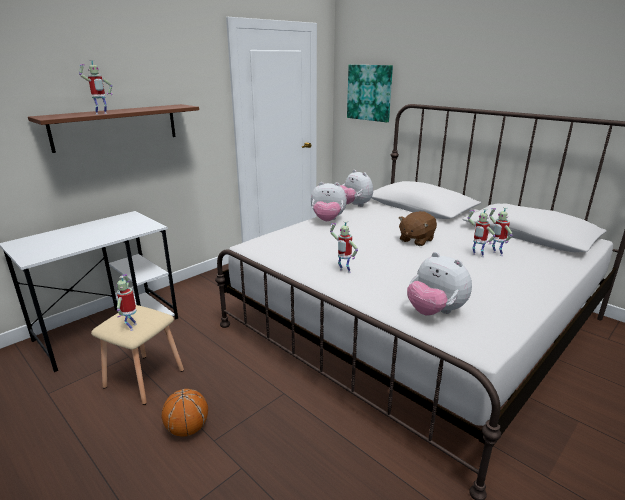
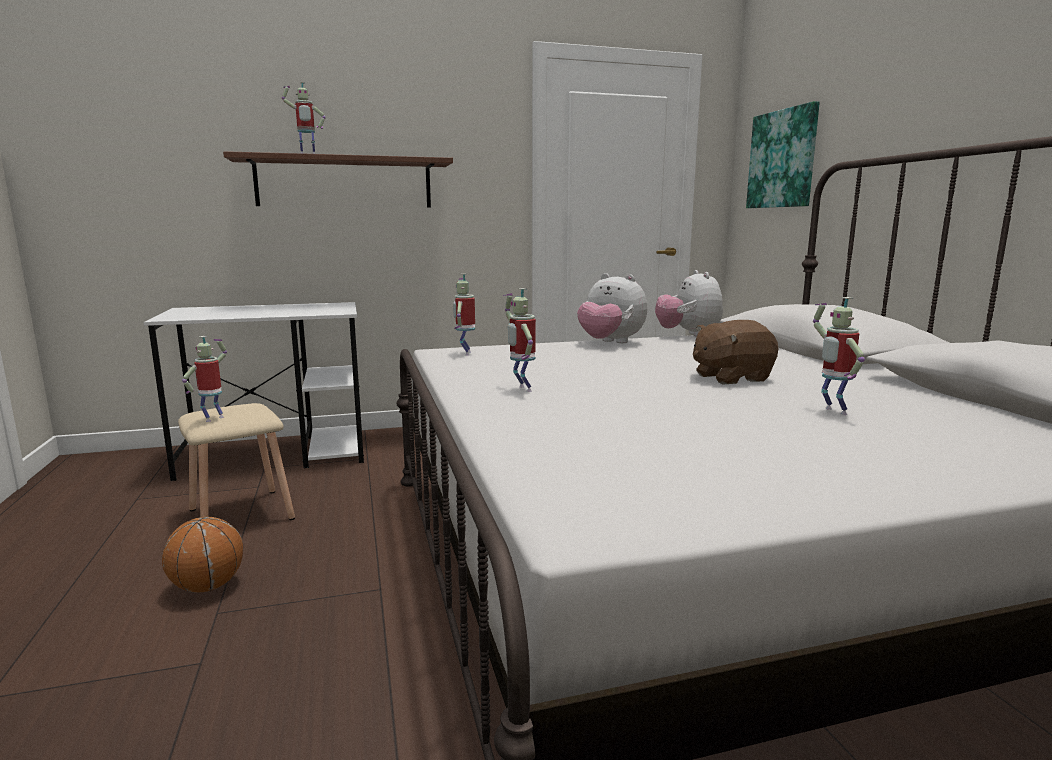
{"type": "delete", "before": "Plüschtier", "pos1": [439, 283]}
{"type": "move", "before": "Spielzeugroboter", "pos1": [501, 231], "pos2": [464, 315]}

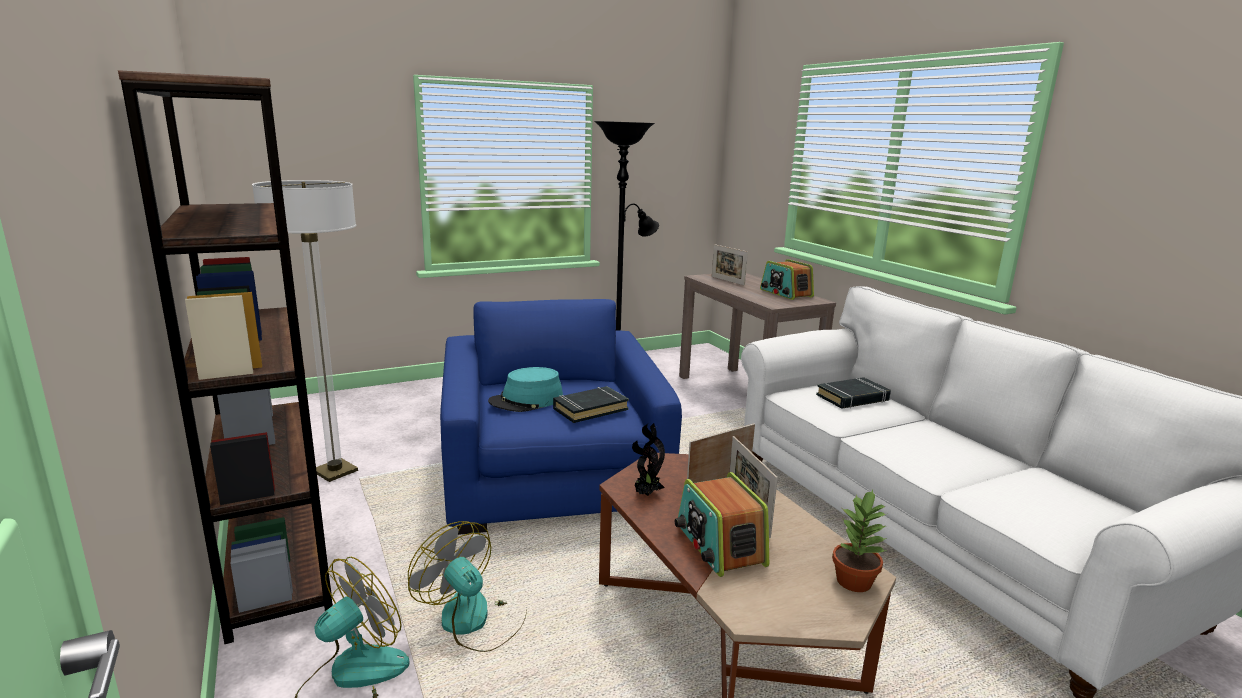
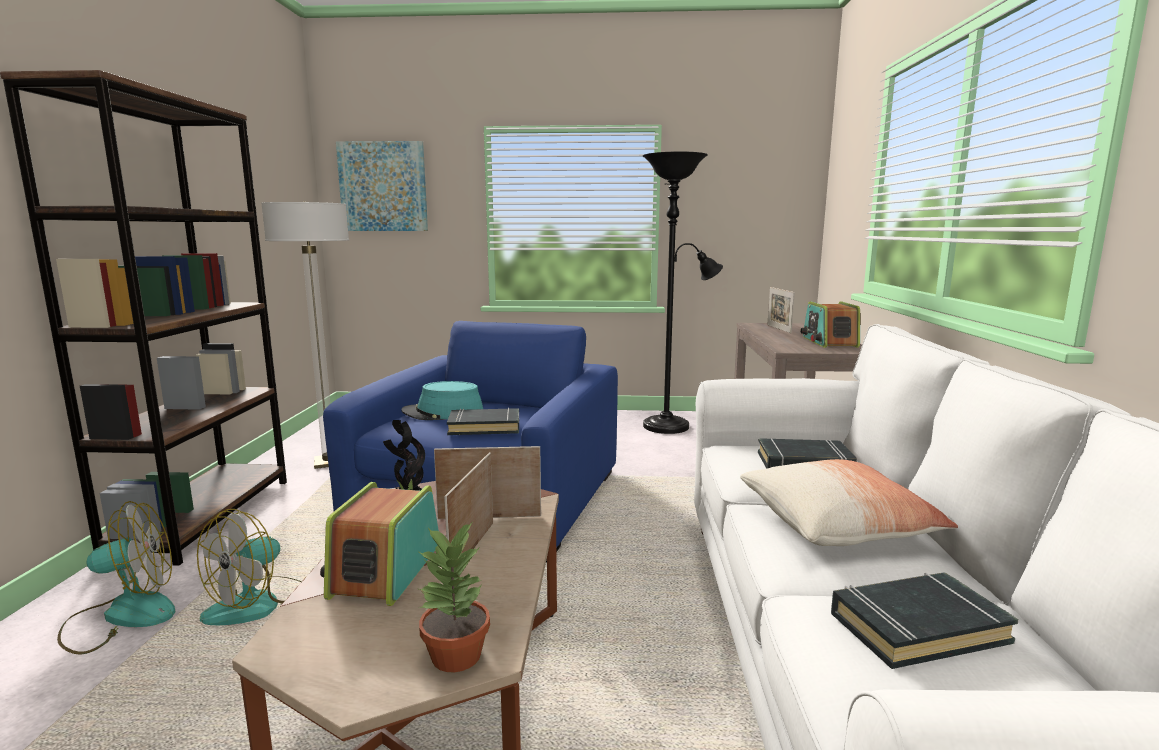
{"type": "rotate", "before": "Ventilator", "pos1": [467, 586], "pos2": [249, 567], "turn": -135}
{"type": "insert", "after": "Bild", "pos2": [382, 186]}
{"type": "insert", "after": "Kissen", "pos2": [849, 502]}
{"type": "insert", "after": "Buch (schwarz)", "pos2": [925, 620]}

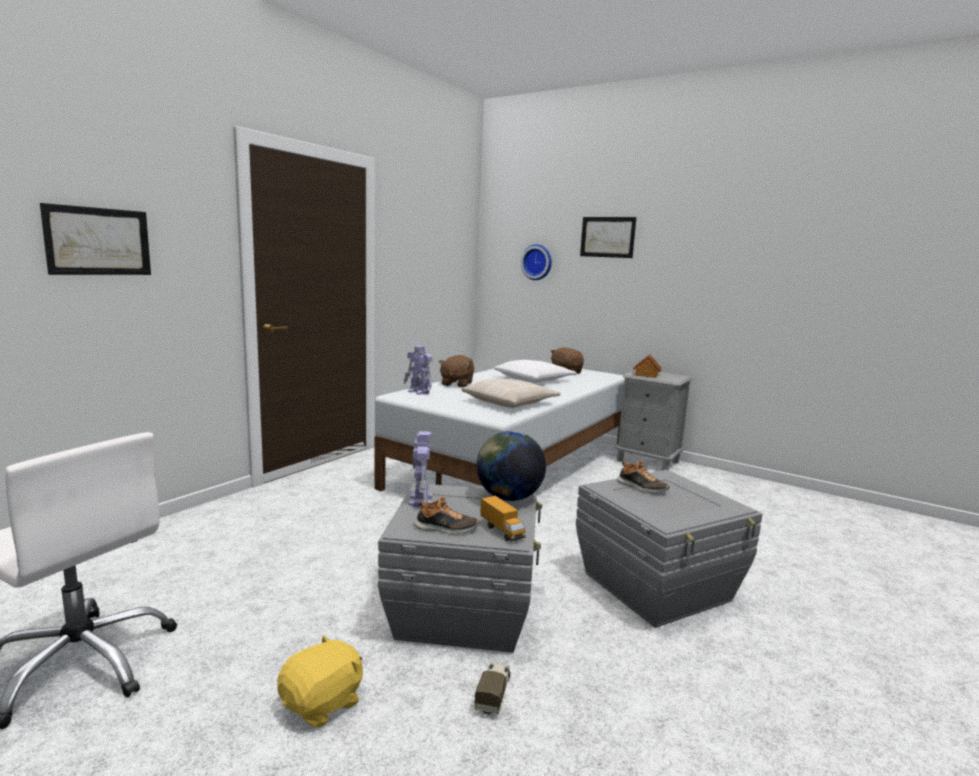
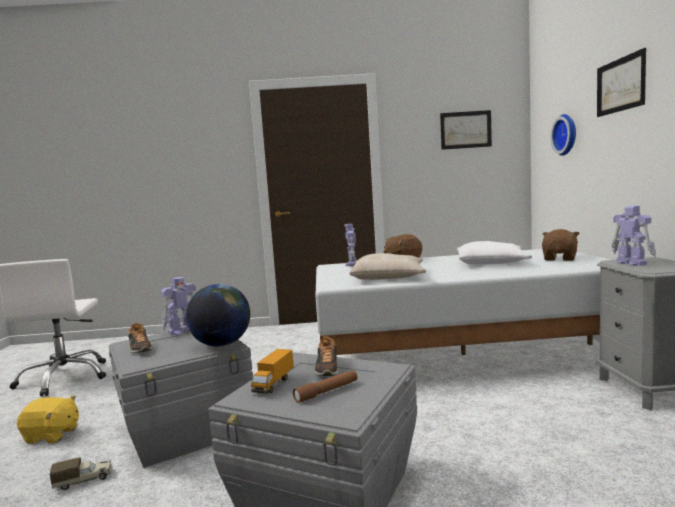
{"type": "move", "before": "Bild", "pos1": [95, 239], "pos2": [466, 130]}
{"type": "move", "before": "Spielzeuglaster", "pos1": [503, 518], "pos2": [272, 371]}
{"type": "replace", "before": "Spielzeughaus", "after": "Spielzeugroboter", "pos1": [647, 366], "pos2": [633, 236]}
{"type": "insert", "after": "Taschenlampe (braun)", "pos2": [325, 386]}

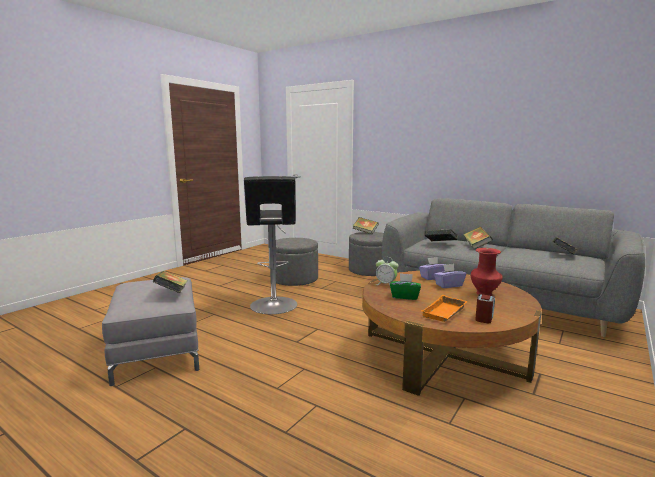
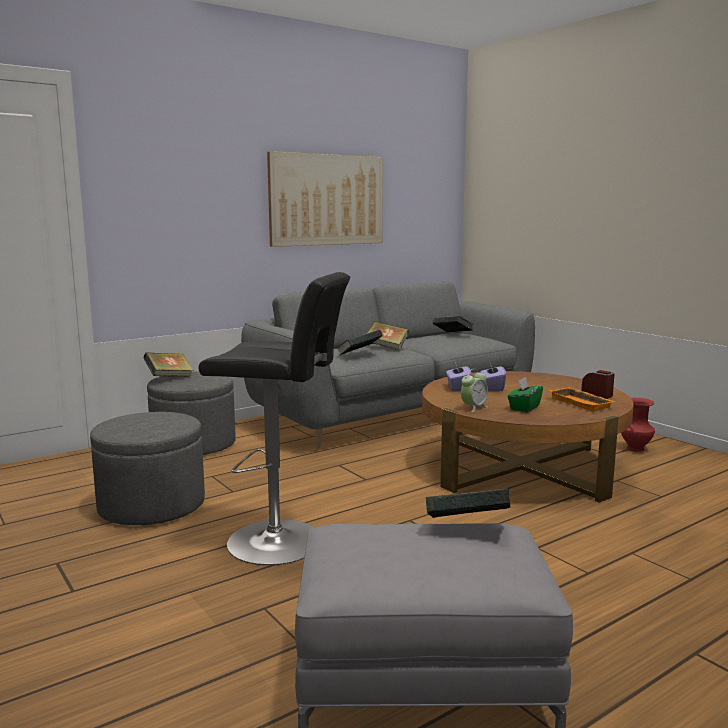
{"type": "move", "before": "Vase (rot)", "pos1": [487, 272], "pos2": [638, 425]}
{"type": "insert", "after": "Bild", "pos2": [325, 199]}

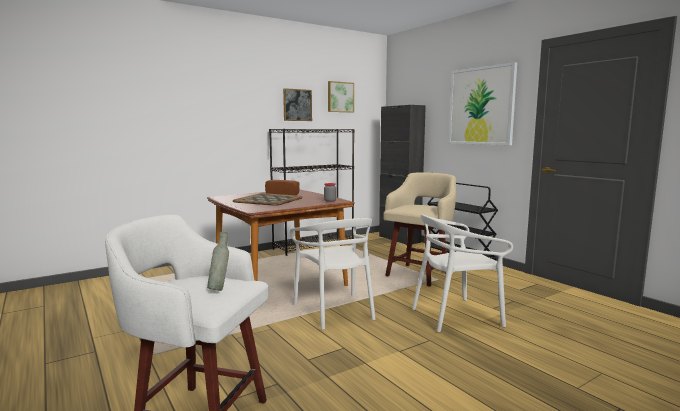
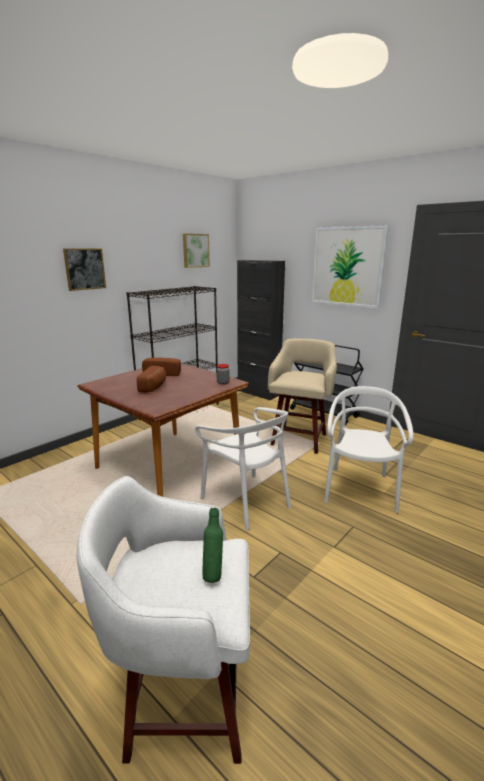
{"type": "recolor", "before": "Flasche (grau)", "after": "Flasche (grün)", "pos1": [218, 261], "pos2": [213, 545]}
{"type": "replace", "before": "Tablett", "after": "Brot", "pos1": [268, 199], "pos2": [151, 379]}
{"type": "move", "before": "Bild", "pos1": [297, 104], "pos2": [84, 269]}
{"type": "rotate", "before": "Stuhl (weiß)", "pos1": [462, 273], "pos2": [368, 449], "turn": 135}

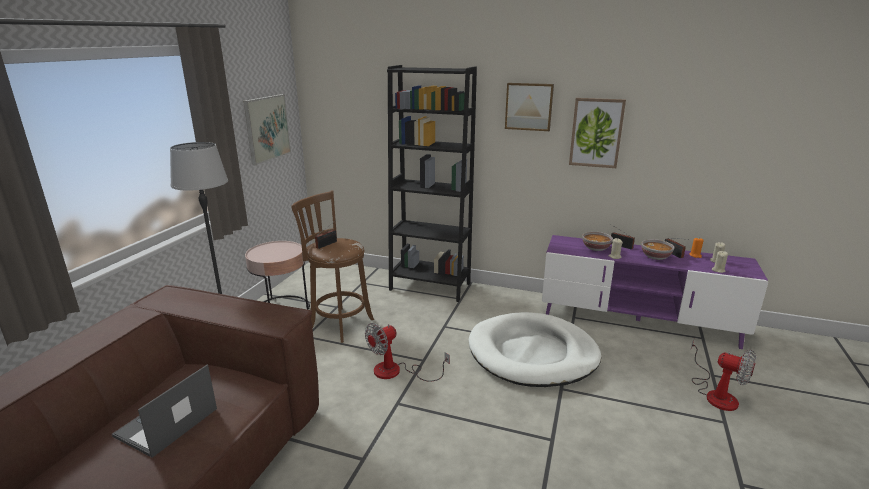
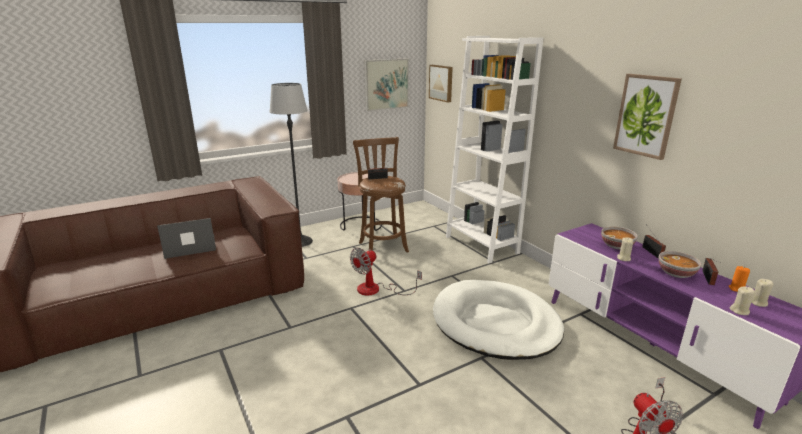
{"type": "rotate", "before": "Ventilator", "pos1": [407, 352], "pos2": [386, 272], "turn": -45}
{"type": "recolor", "before": "Bücherregal (schwarz)", "after": "Bücherregal (weiß)", "pos1": [432, 183], "pos2": [494, 149]}
{"type": "move", "before": "Bild", "pos1": [529, 107], "pos2": [441, 83]}

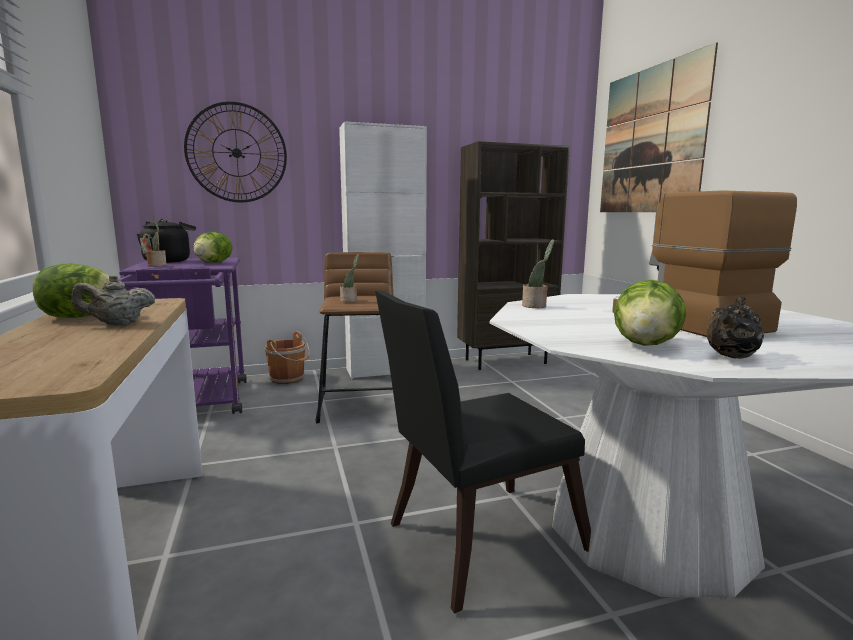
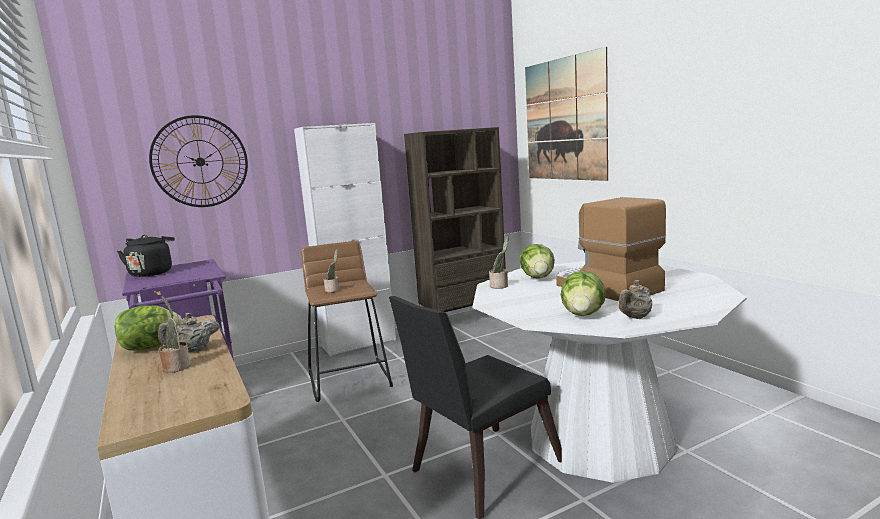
{"type": "move", "before": "Topfpflanze", "pos1": [156, 241], "pos2": [174, 334]}
{"type": "move", "before": "Salatkopf", "pos1": [212, 247], "pos2": [537, 261]}
{"type": "delete", "before": "Eimer (braun)", "pos1": [287, 357]}
{"type": "recolor", "before": "Teekanne (schwarz)", "after": "Teekanne (beige)", "pos1": [735, 328], "pos2": [635, 299]}

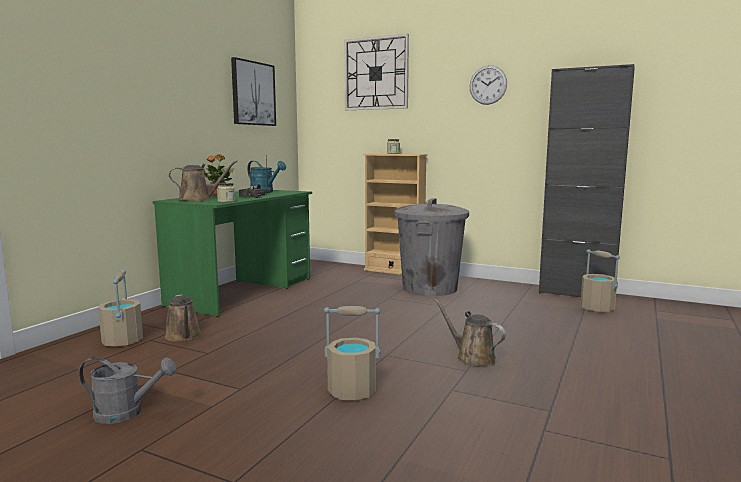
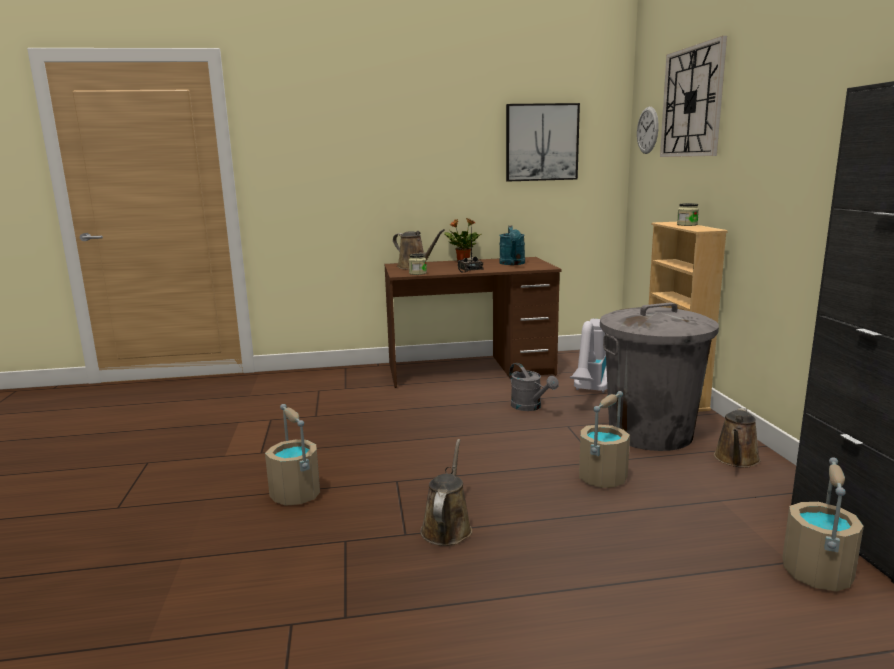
{"type": "move", "before": "Gießkanne (grau)", "pos1": [128, 390], "pos2": [534, 387]}
{"type": "move", "before": "Eimer (beige)", "pos1": [120, 308], "pos2": [604, 439]}
{"type": "recolor", "before": "Schreibtisch (grün)", "after": "Schreibtisch (braun)", "pos1": [232, 253], "pos2": [472, 322]}
{"type": "move", "before": "Gießkanne (braun)", "pos1": [183, 318], "pos2": [737, 438]}
{"type": "move", "before": "Wanduhr", "pos1": [488, 85], "pos2": [647, 130]}
{"type": "insert", "after": "Staubsauger", "pos2": [588, 356]}

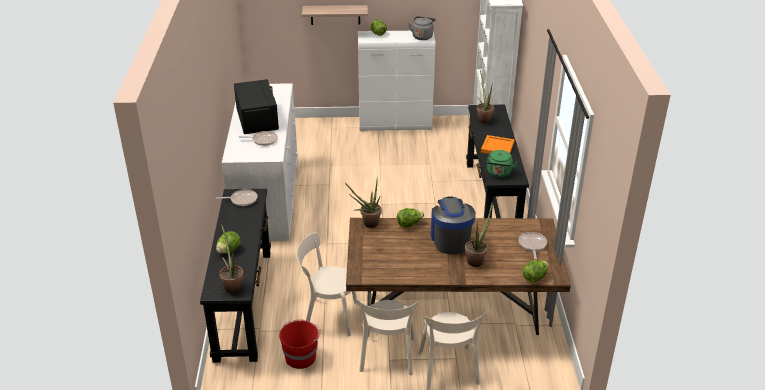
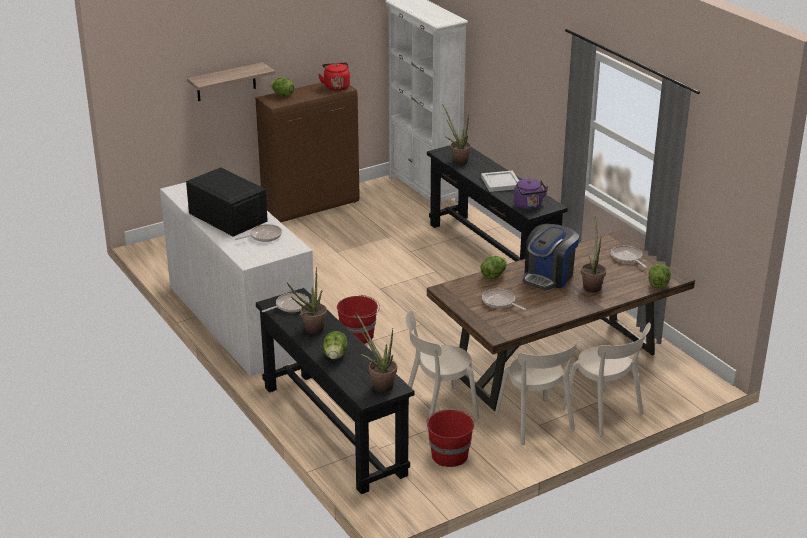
{"type": "move", "before": "Topfpflanze", "pos1": [363, 203], "pos2": [307, 300]}
{"type": "recolor", "before": "Schrank (weiß)", "after": "Schrank (braun)", "pos1": [396, 81], "pos2": [307, 152]}
{"type": "recolor", "before": "Wasserkessel (grau)", "after": "Wasserkessel (rot)", "pos1": [422, 28], "pos2": [334, 76]}
{"type": "rotate", "before": "Kaffeemaschine", "pos1": [453, 225], "pos2": [551, 257], "turn": -105}
{"type": "recolor", "before": "Tablett (orange)", "after": "Tablett (weiß)", "pos1": [498, 144], "pos2": [500, 181]}
{"type": "recolor", "before": "Wasserkessel (grün)", "after": "Wasserkessel (lila)", "pos1": [502, 163], "pos2": [531, 194]}
{"type": "insert", "after": "Eimer (rot)", "pos2": [358, 319]}
{"type": "insert", "after": "Pfanne", "pos2": [504, 299]}

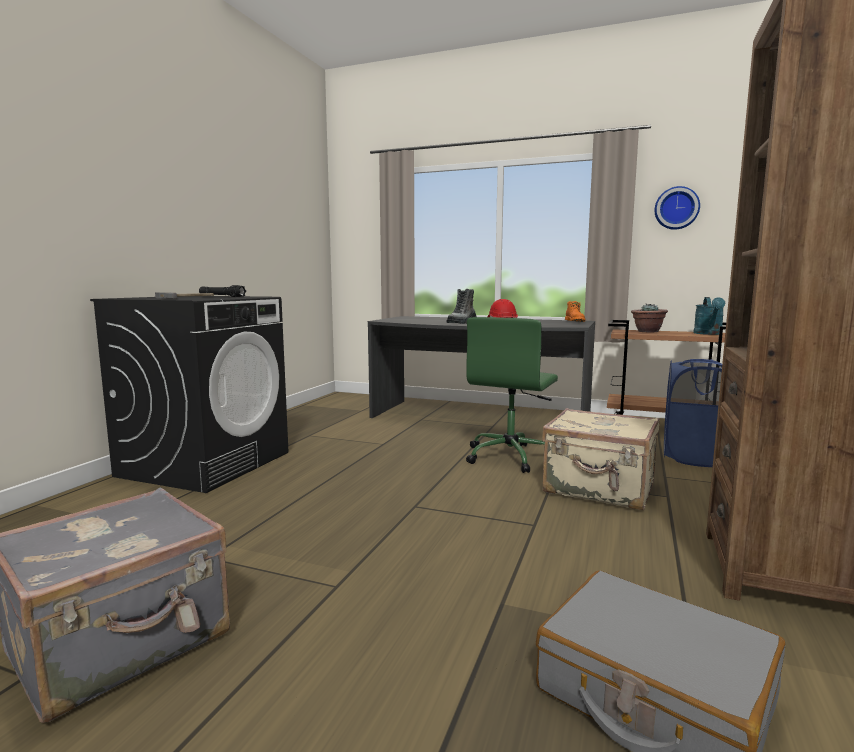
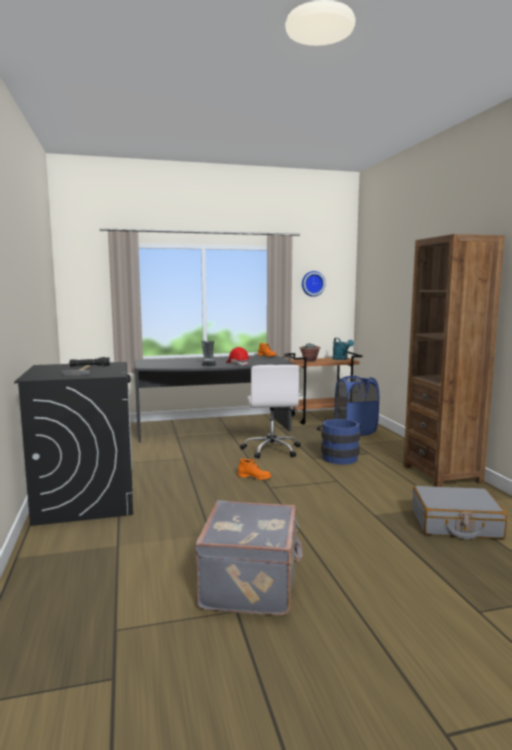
{"type": "recolor", "before": "Bürostuhl (grün)", "after": "Bürostuhl (weiß)", "pos1": [512, 395], "pos2": [270, 412]}
{"type": "replace", "before": "Koffer (beige)", "after": "Eimer (blau)", "pos1": [600, 459], "pos2": [339, 441]}
{"type": "insert", "after": "Stiefel (orange)", "pos2": [254, 469]}

